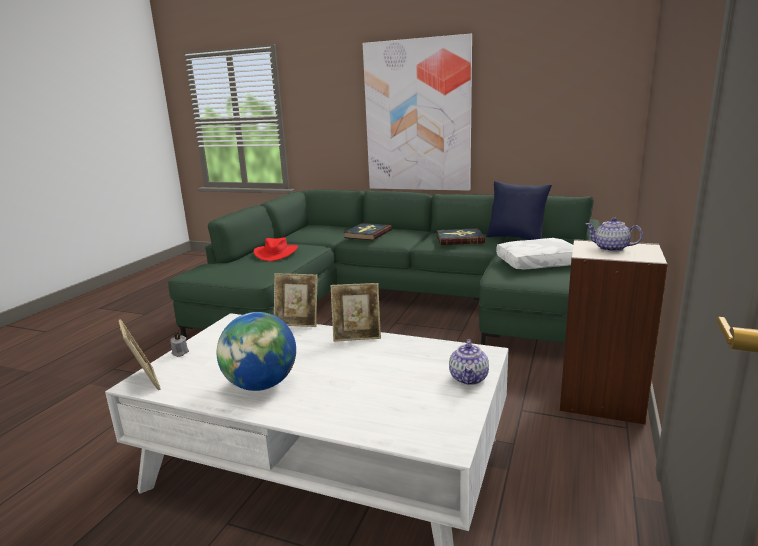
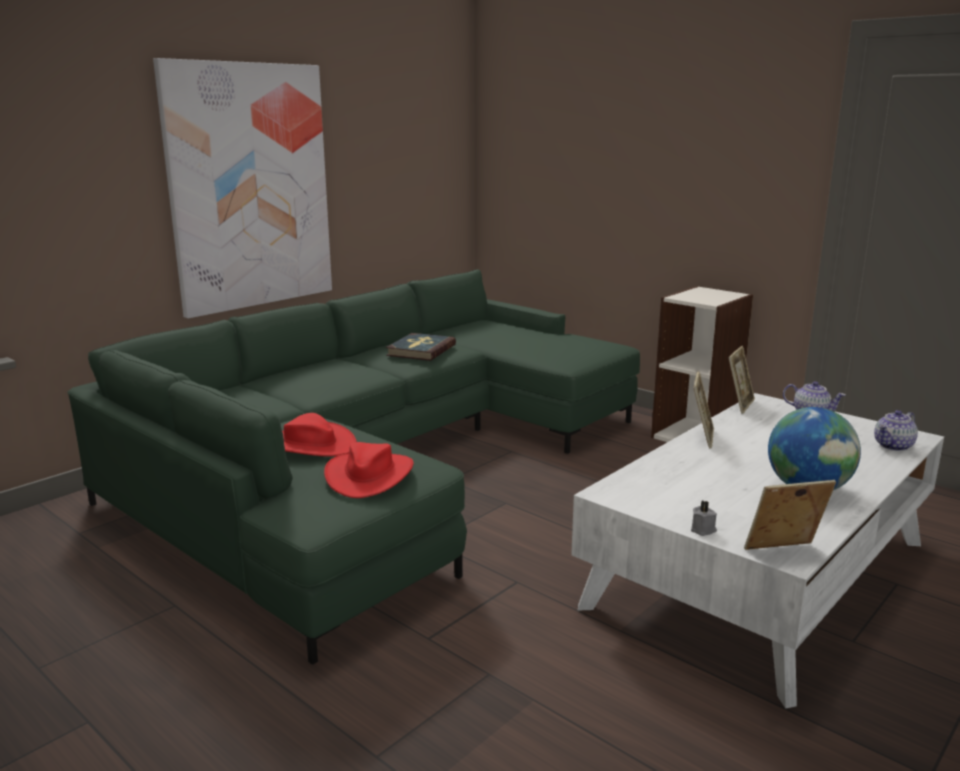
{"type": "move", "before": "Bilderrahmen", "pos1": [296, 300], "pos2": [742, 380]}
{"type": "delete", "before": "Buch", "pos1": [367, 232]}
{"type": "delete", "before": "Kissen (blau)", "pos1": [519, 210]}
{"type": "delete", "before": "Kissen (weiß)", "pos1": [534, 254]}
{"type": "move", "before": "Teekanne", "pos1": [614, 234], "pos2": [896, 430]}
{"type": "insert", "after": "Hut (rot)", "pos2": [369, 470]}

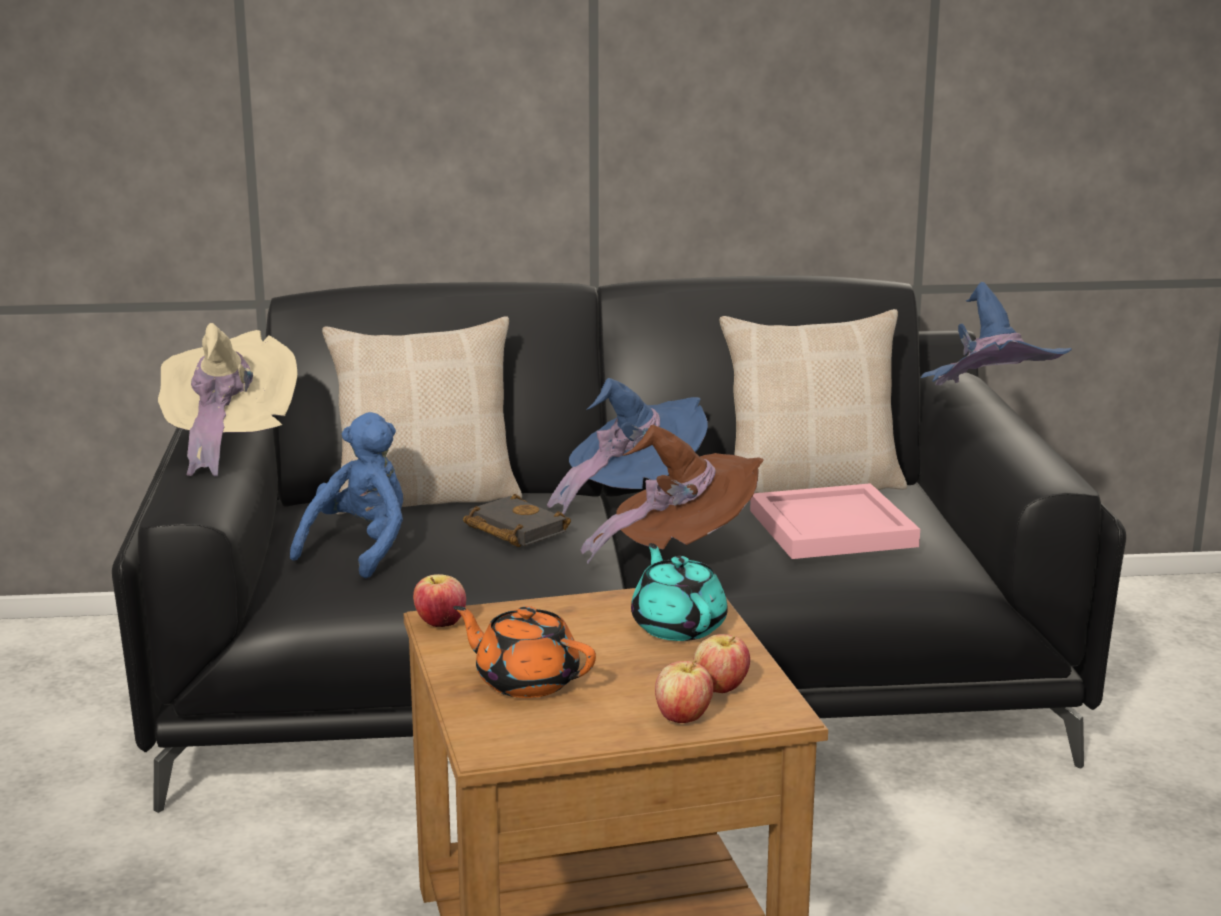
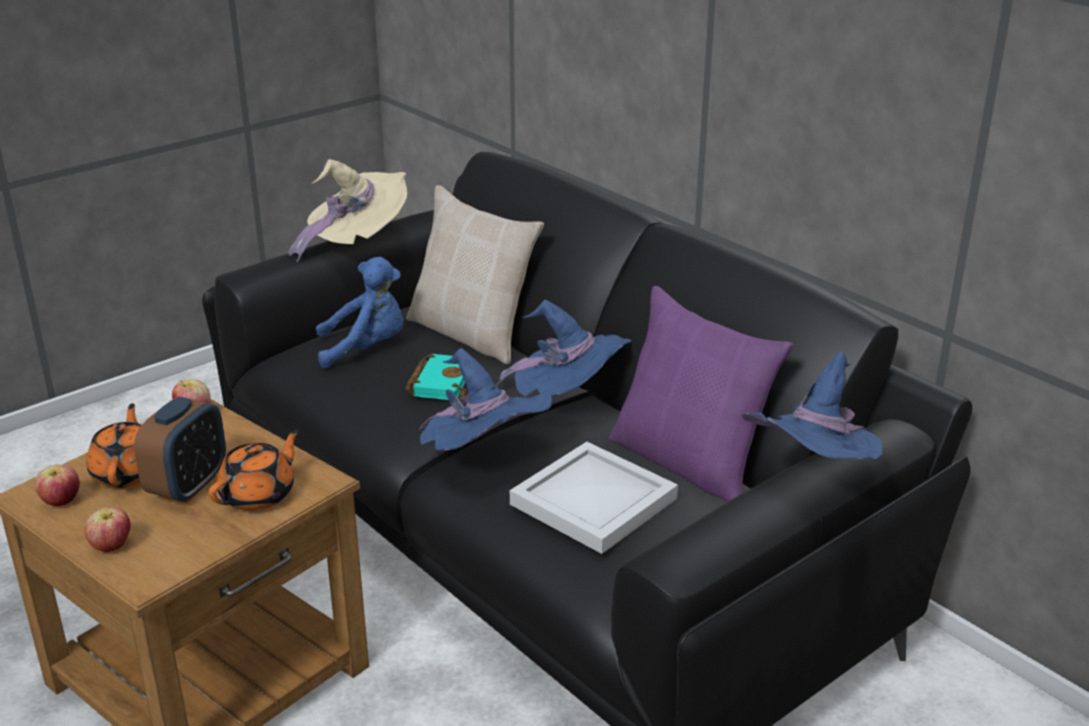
{"type": "recolor", "before": "Buch (schwarz)", "after": "Buch (türkis)", "pos1": [517, 520], "pos2": [436, 377]}
{"type": "recolor", "before": "Hut (braun)", "after": "Hut (blau)", "pos1": [672, 494], "pos2": [485, 399]}
{"type": "recolor", "before": "Teekanne (türkis)", "after": "Teekanne (orange)", "pos1": [679, 592], "pos2": [254, 470]}
{"type": "move", "before": "Apfel", "pos1": [721, 663], "pos2": [57, 485]}
{"type": "recolor", "before": "Kissen (beige)", "after": "Kissen (lila)", "pos1": [813, 401], "pos2": [701, 394]}
{"type": "recolor", "before": "Tablett (rosa)", "after": "Tablett (weiß)", "pos1": [835, 521], "pos2": [594, 498]}
{"type": "insert", "after": "Wecker", "pos2": [180, 450]}

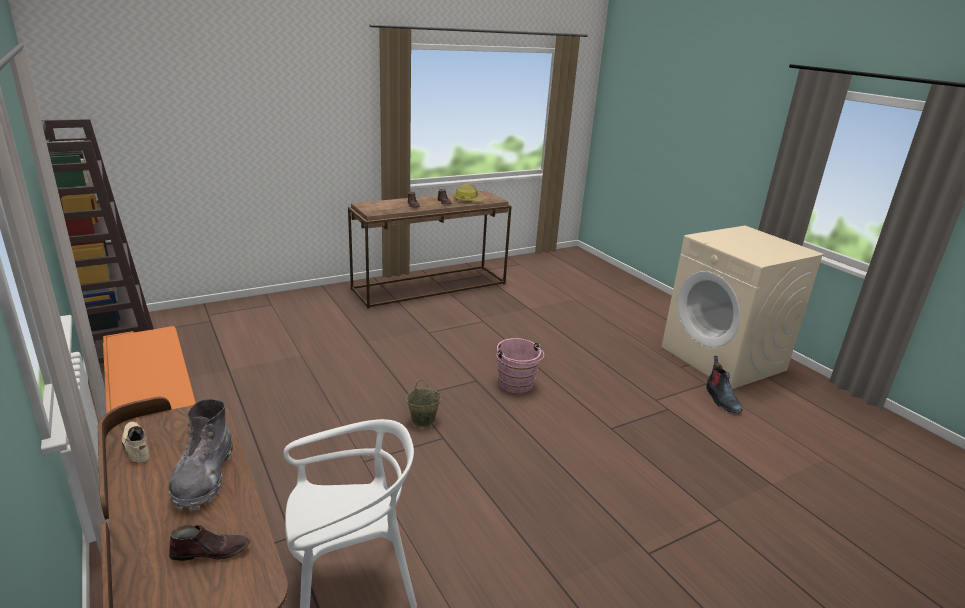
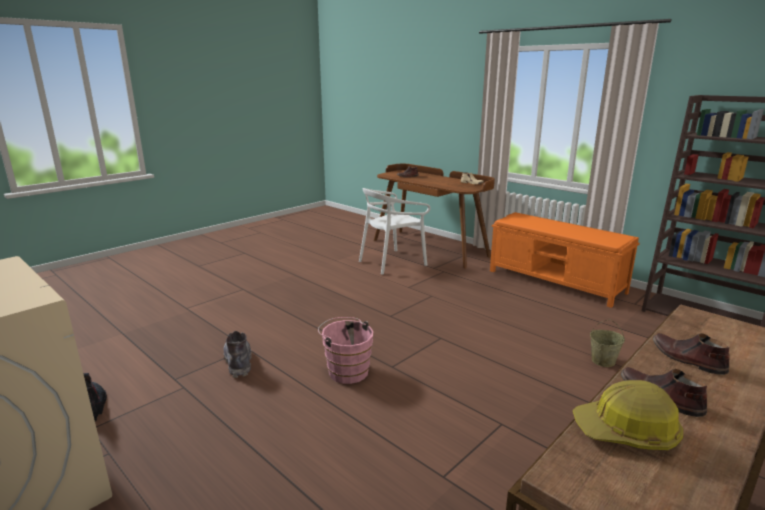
{"type": "move", "before": "Stiefel (grau)", "pos1": [201, 455], "pos2": [238, 354]}
{"type": "move", "before": "Eimer (beige)", "pos1": [423, 403], "pos2": [607, 343]}

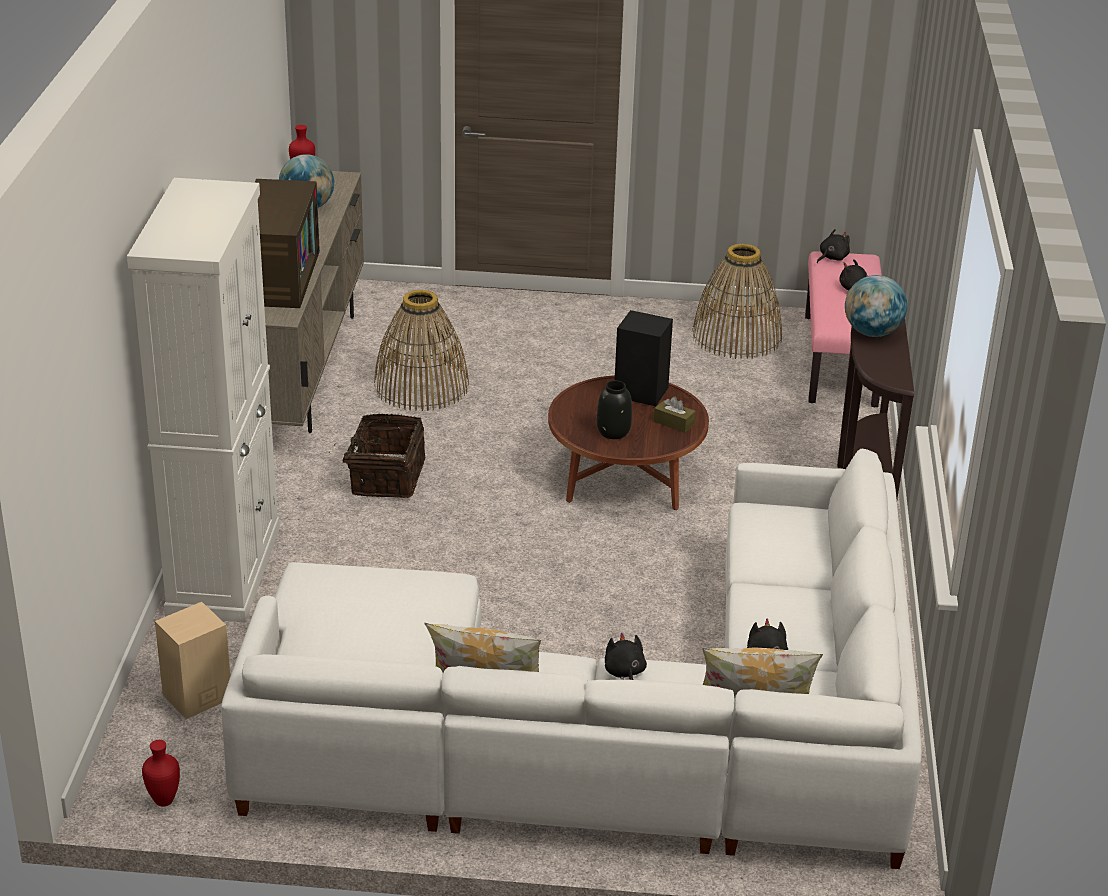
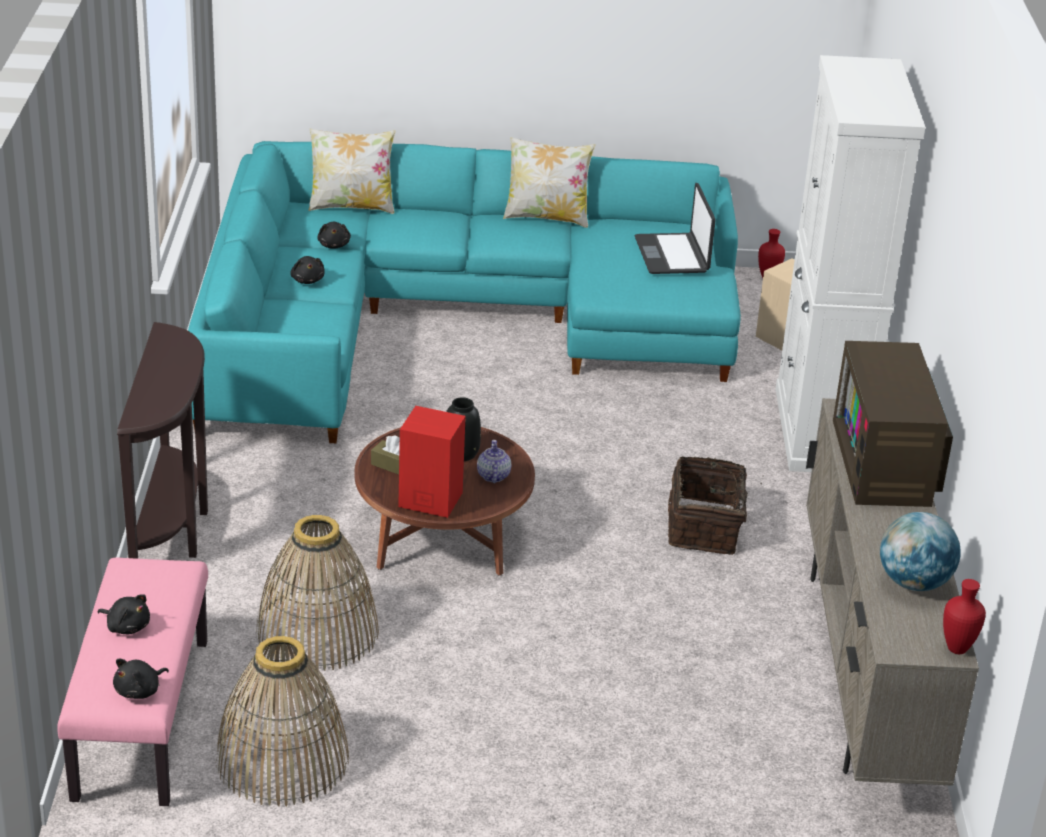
{"type": "recolor", "before": "Sofa (weiß)", "after": "Sofa (türkis)", "pos1": [571, 659], "pos2": [464, 292]}
{"type": "move", "before": "Korb", "pos1": [421, 350], "pos2": [317, 593]}
{"type": "move", "before": "Plüschtier (schwarz)", "pos1": [626, 656], "pos2": [307, 270]}
{"type": "recolor", "before": "Lautsprecher (schwarz)", "after": "Lautsprecher (rot)", "pos1": [644, 358], "pos2": [432, 462]}
{"type": "delete", "before": "Globus", "pos1": [876, 306]}
{"type": "insert", "after": "Teekanne", "pos2": [494, 461]}
{"type": "insert", "after": "Laptop", "pos2": [675, 228]}

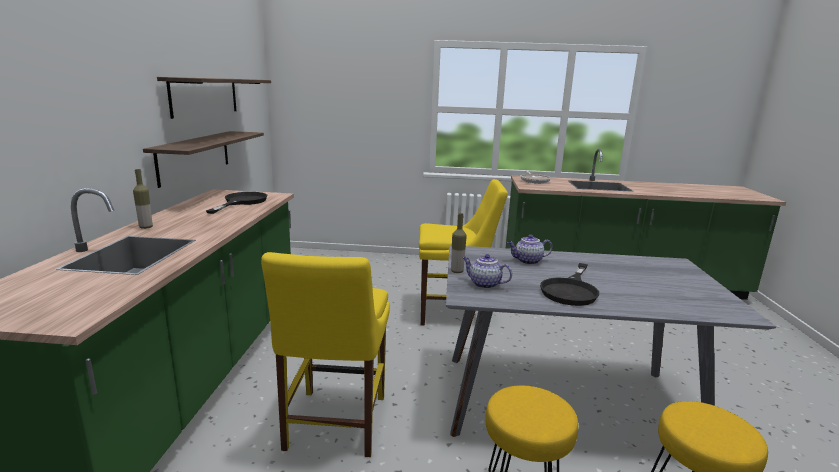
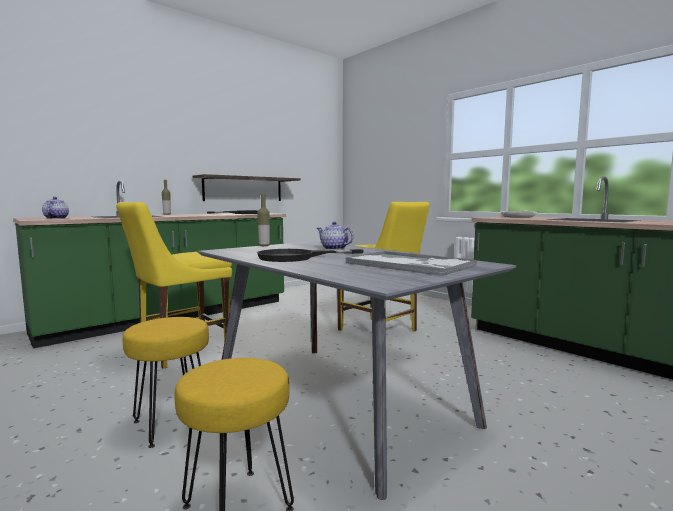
{"type": "delete", "before": "Wandregal", "pos1": [214, 98]}
{"type": "move", "before": "Teekanne", "pos1": [487, 271], "pos2": [55, 208]}
{"type": "insert", "after": "Tablett", "pos2": [411, 263]}

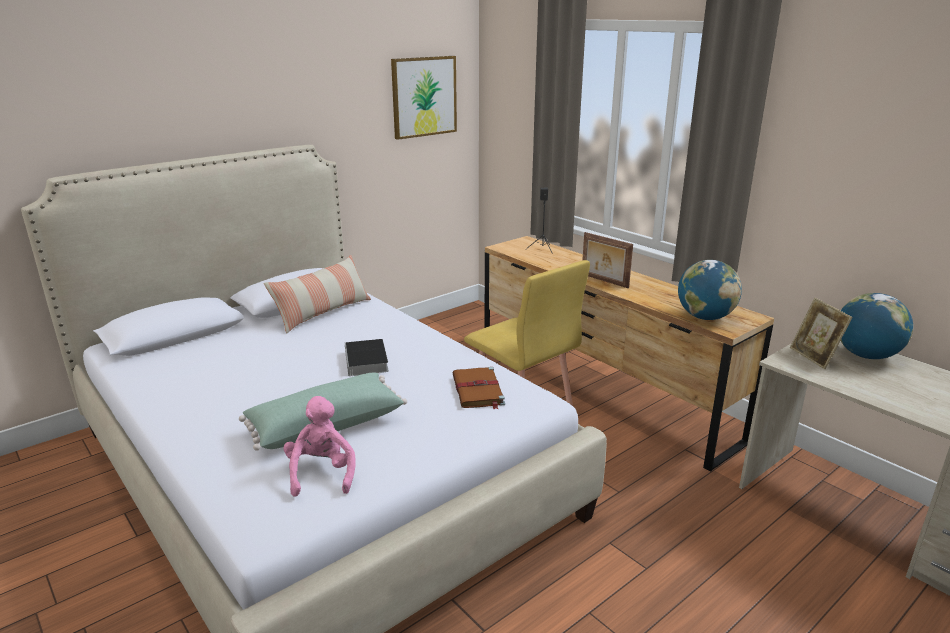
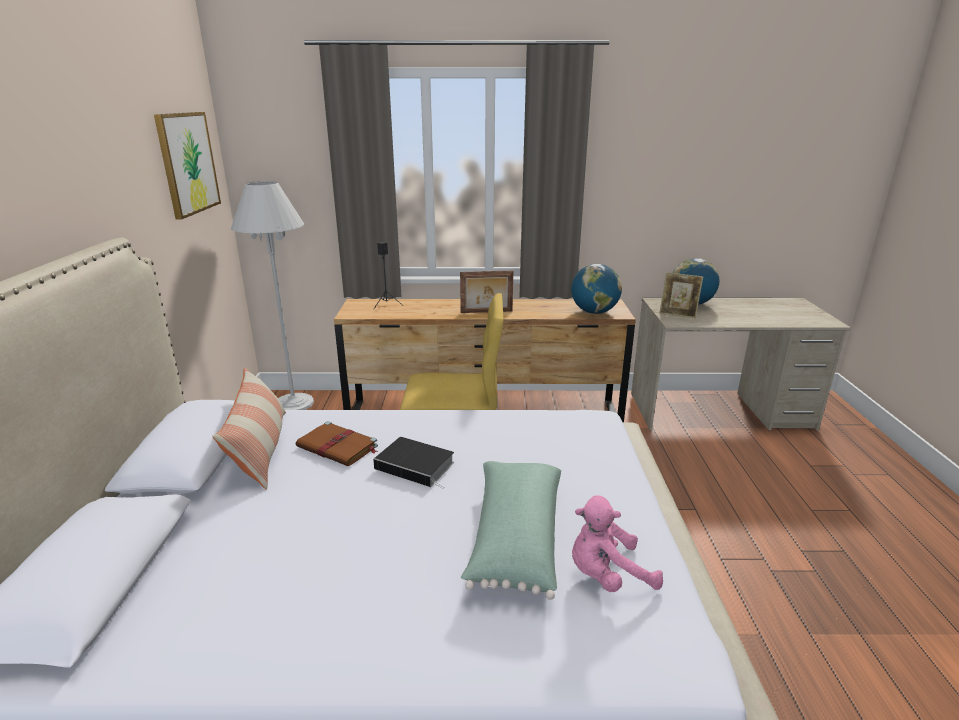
{"type": "rotate", "before": "Plüschtier (rosa)", "pos1": [319, 446], "pos2": [617, 543], "turn": -45}
{"type": "move", "before": "Buch (braun)", "pos1": [479, 388], "pos2": [337, 443]}
{"type": "insert", "after": "Stehlampe (weiß)", "pos2": [272, 295]}

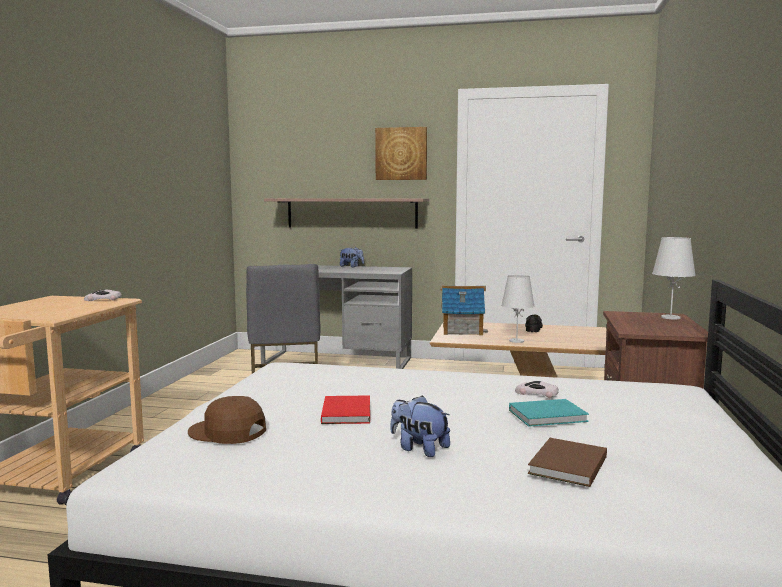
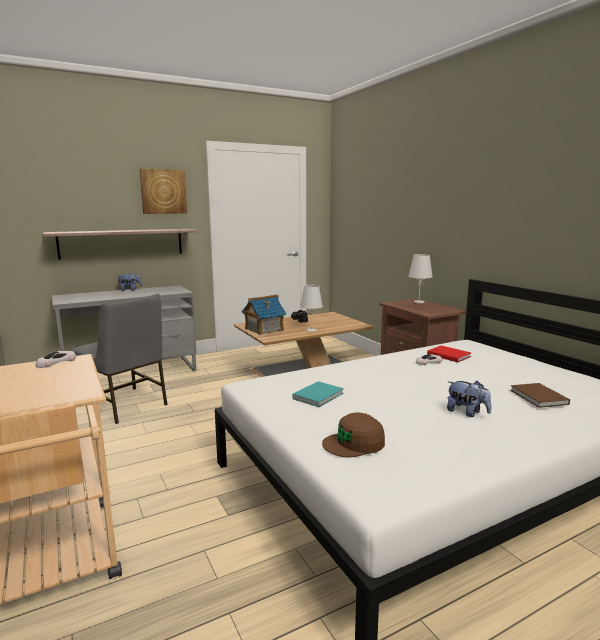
{"type": "move", "before": "Buch (rot)", "pos1": [345, 409], "pos2": [449, 353]}
{"type": "rotate", "before": "Plüschtier", "pos1": [420, 426], "pos2": [469, 399], "turn": -135}
{"type": "move", "before": "Buch (türkis)", "pos1": [549, 413], "pos2": [318, 394]}

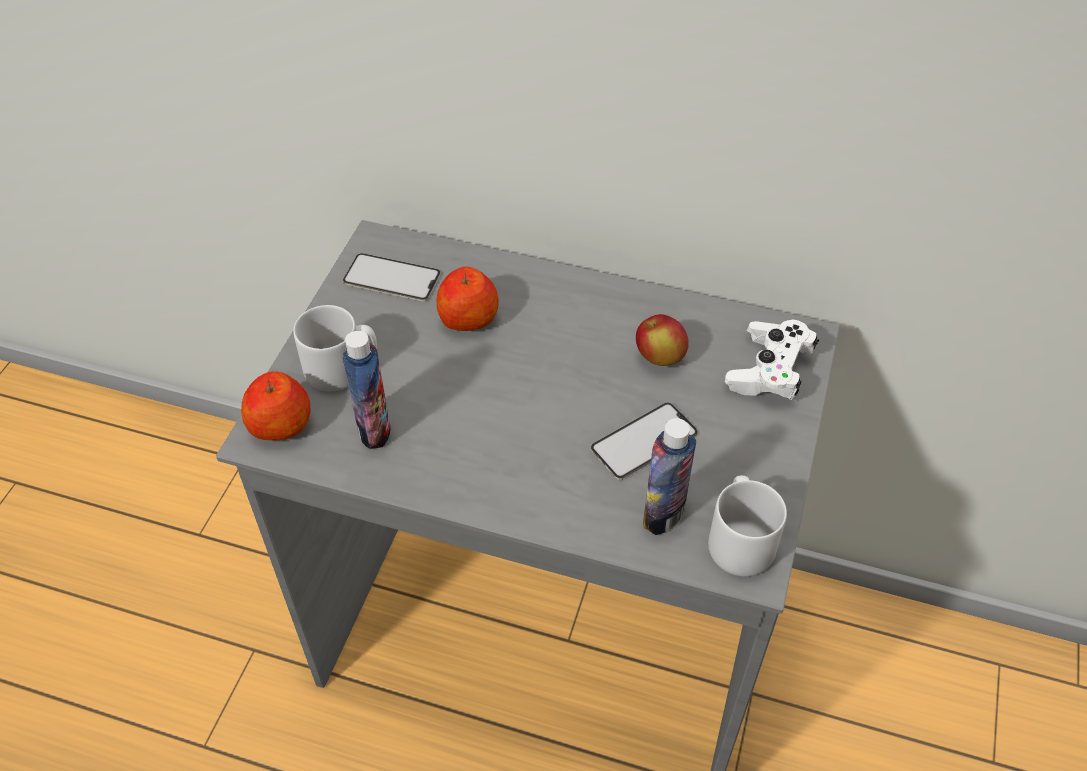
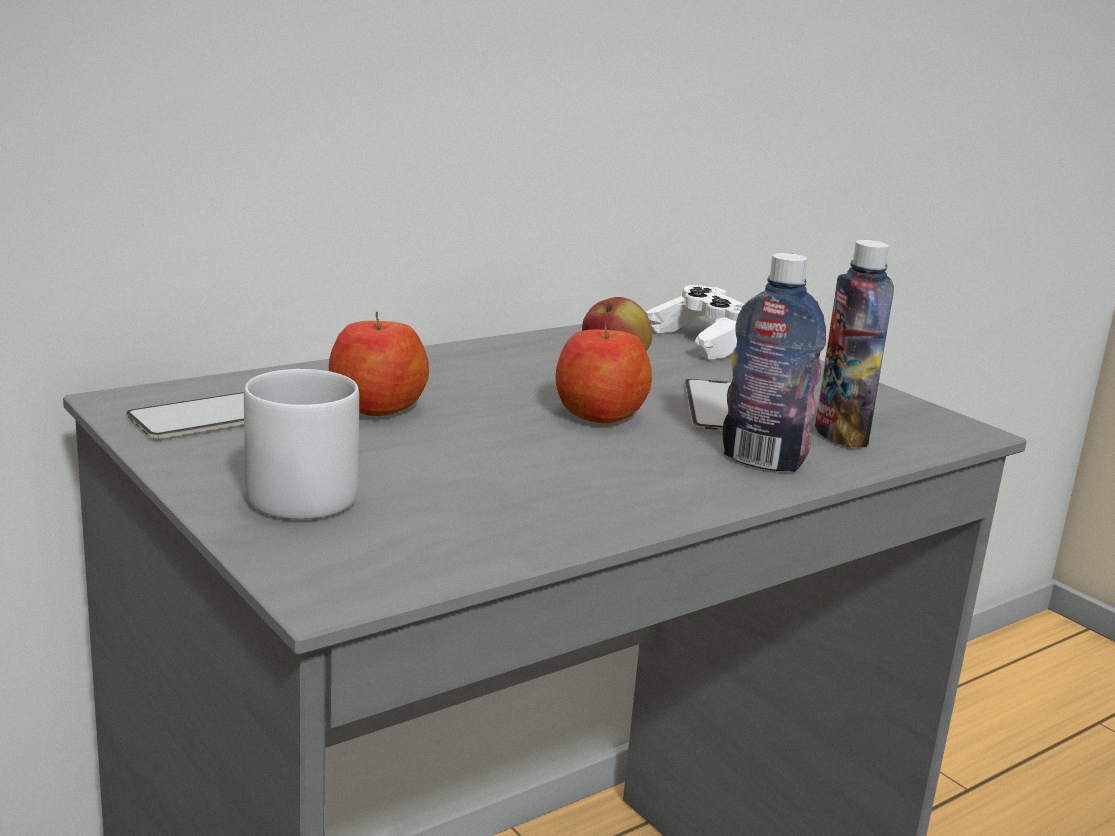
{"type": "move", "before": "Apfel", "pos1": [275, 405], "pos2": [603, 372]}
{"type": "move", "before": "Flasche", "pos1": [366, 390], "pos2": [774, 362]}
{"type": "delete", "before": "Henkelbecher (grau)", "pos1": [747, 525]}

